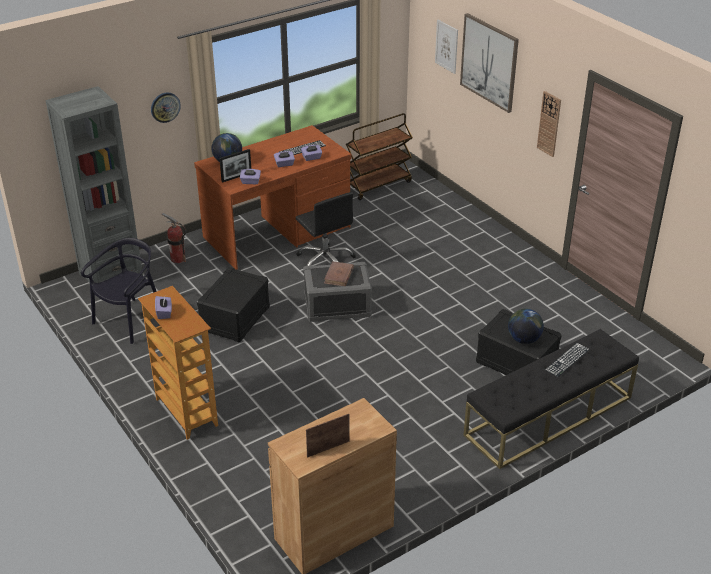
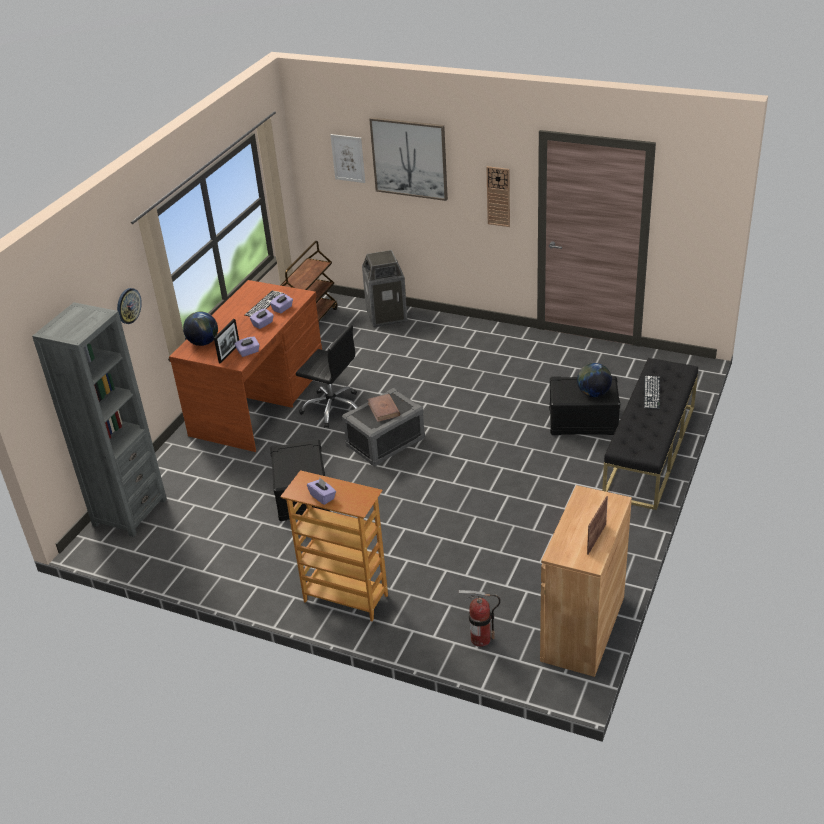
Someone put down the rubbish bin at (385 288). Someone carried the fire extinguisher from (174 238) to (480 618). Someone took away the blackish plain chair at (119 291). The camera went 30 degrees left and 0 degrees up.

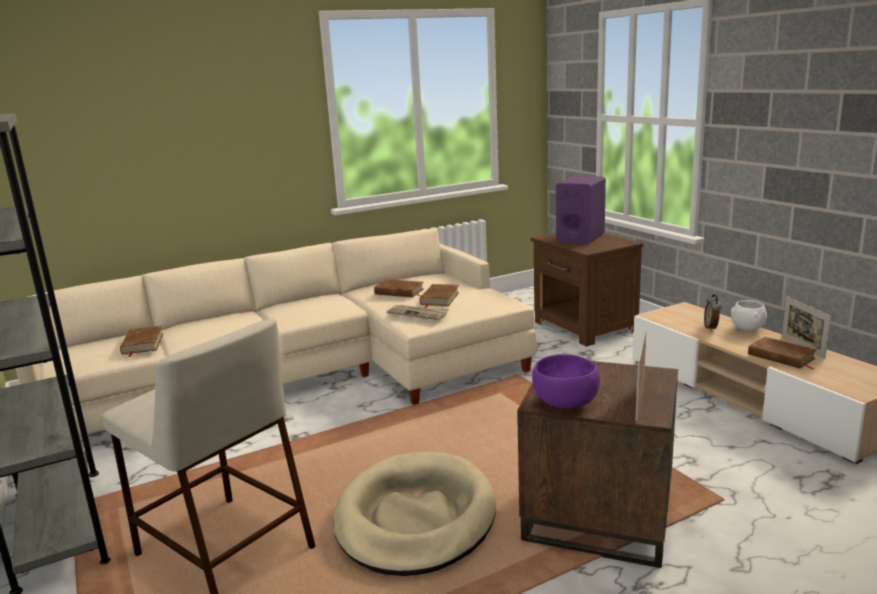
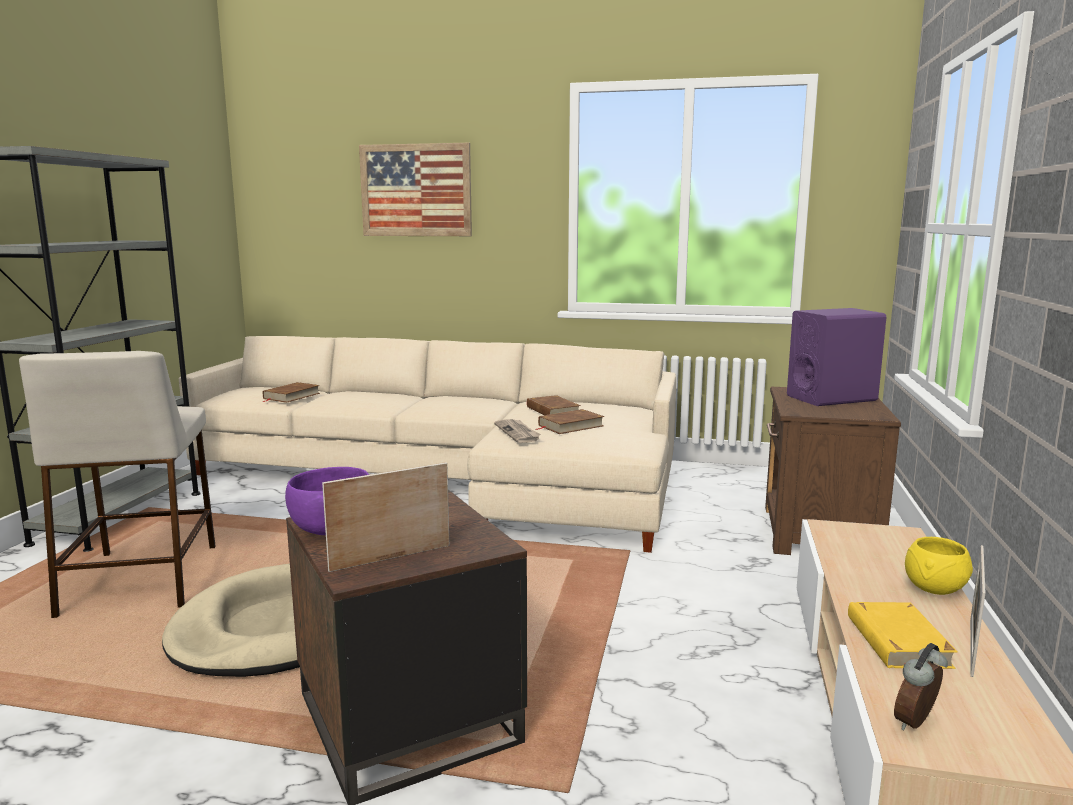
Someone put up the wall picture at (415 189). Someone repainted the brown-coloured volume at (782 353), which became the yellow-coloured volume at (903 635). Someone carried the bedside clock from (713 312) to (921 686). Someone repainted the whitish deep dish at (749 315), which became the yellow-coloured deep dish at (939 566). The camera went 40 degrees right and 5 degrees down.

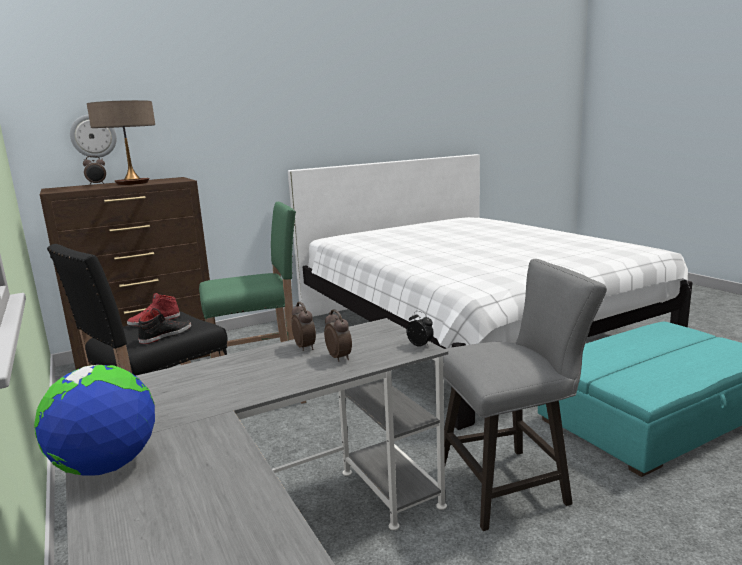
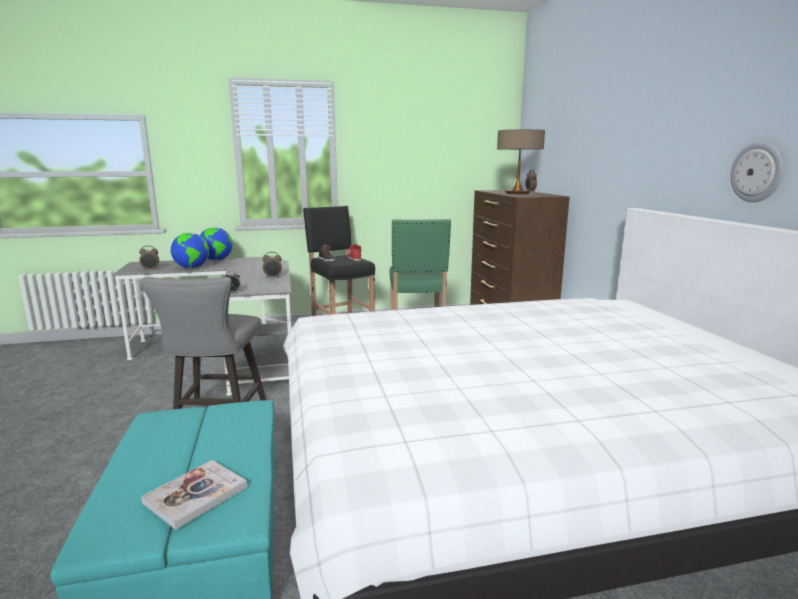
Someone carried the bedside clock from (338 336) to (149 258). Someone put down the volume at (194 495). Someone put down the globe at (190 251). Someone carried the wall clock from (93 136) to (756 172). The camera went 105 degrees right and 0 degrees up.

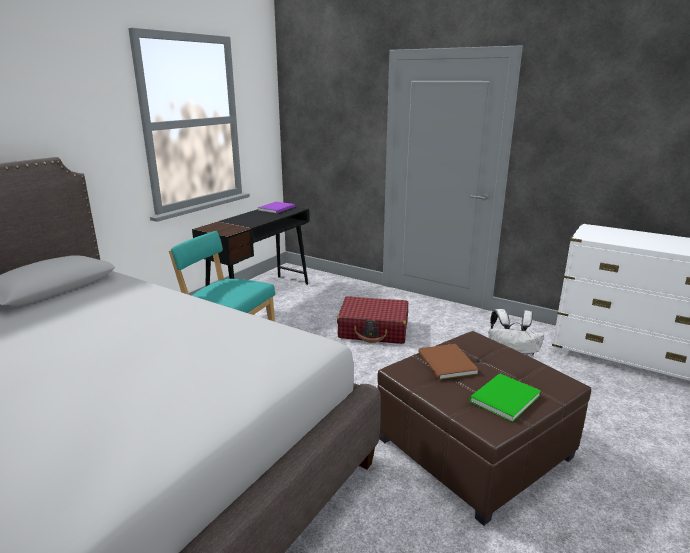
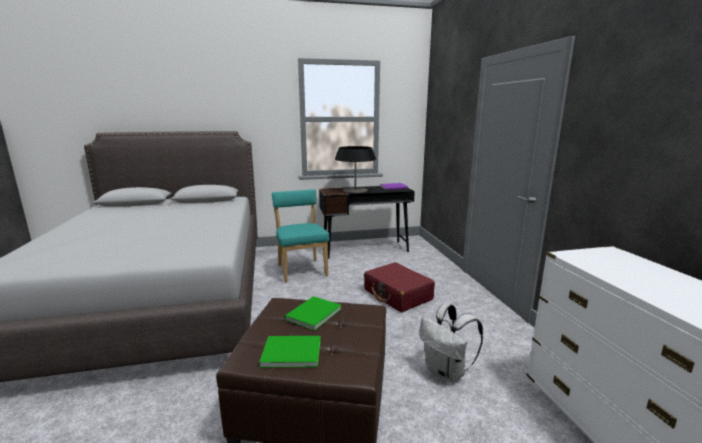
Someone repainted the brown-coloured volume at (448 362), which became the green volume at (312 313). Someone put down the table lamp at (355 169). The camera went 45 degrees right and 5 degrees down.

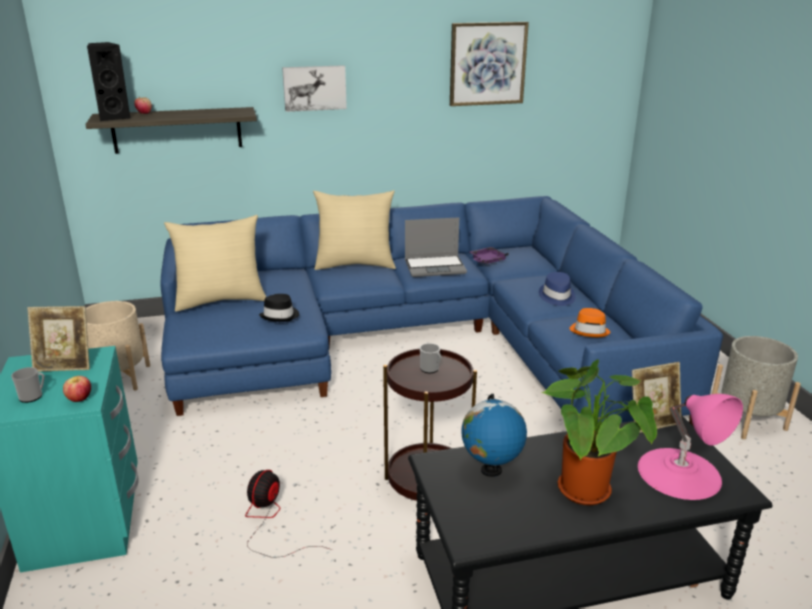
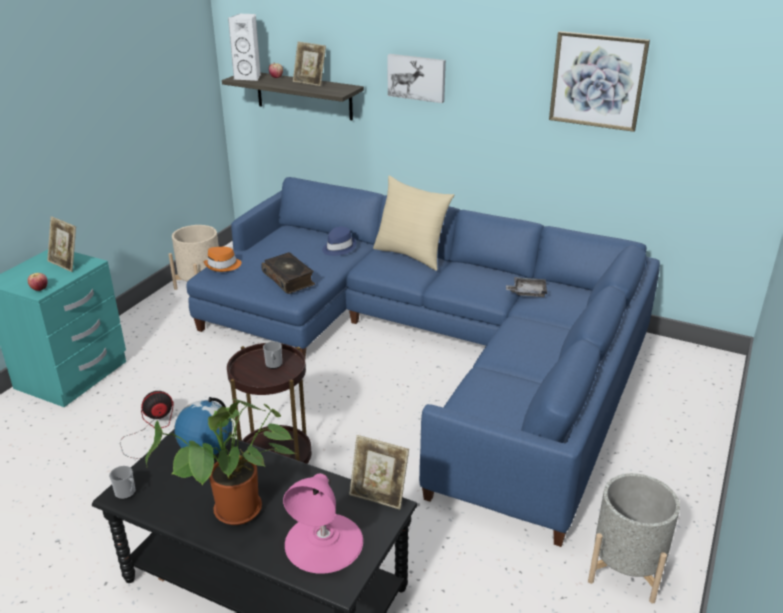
Someone carried the coffee mug from (28 385) to (122 483). Someone carried the orange clothing hat from (590 322) to (222 259). Someone repainted the blackish audio speaker at (109 81), which became the whitish audio speaker at (244 47). Someone swapped the blackish clothing hat at (279 308) for the volume at (288 273). Someone put down the picture frame at (309 63). Someone carried the blue-coloured clothing hat from (557 289) to (339 241). Someone repainted the purple-coloured carrying tray at (489 255), which became the grey carrying tray at (526 287). Someone took away the sand-coloured throw pillow at (215 263). Someone took away the portable computer at (436 247). The camera went 40 degrees right and 5 degrees up.

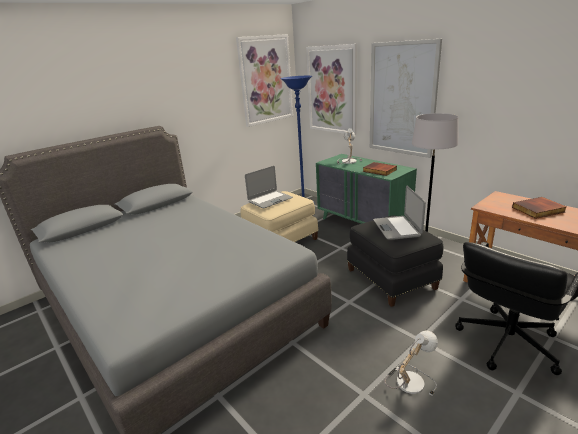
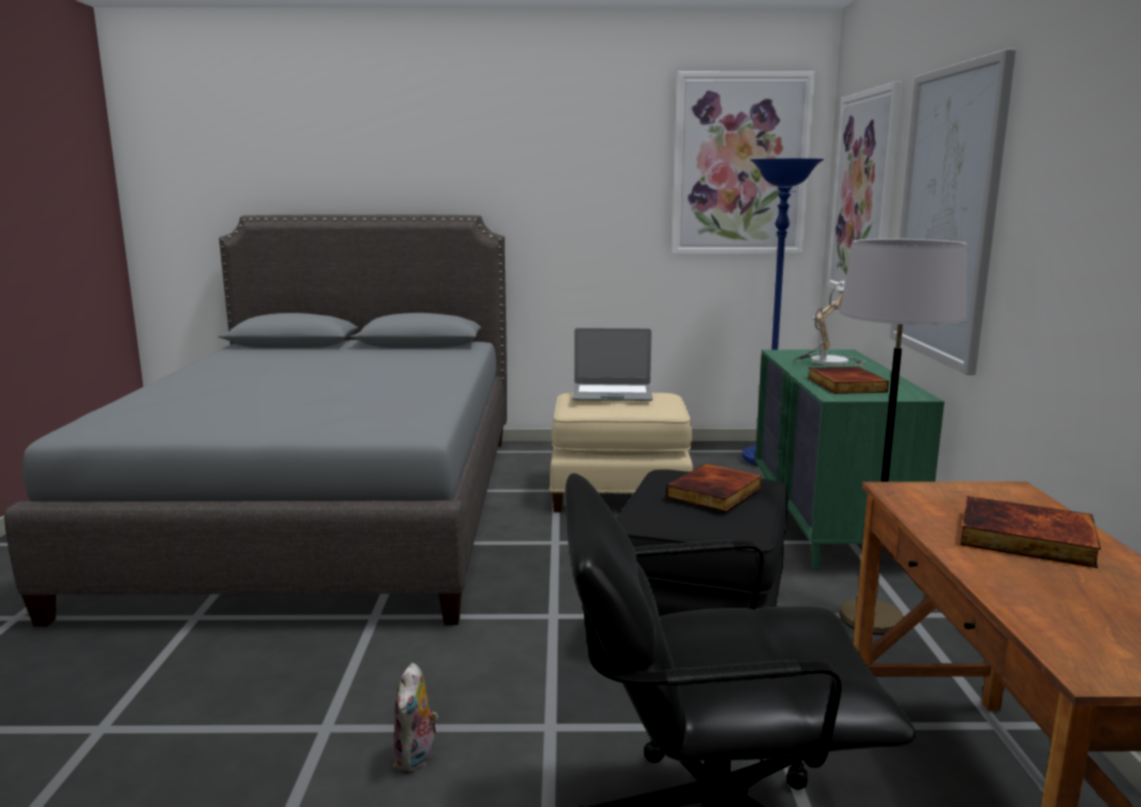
Someone swapped the table lamp at (411 363) for the plush toy at (415 718). Someone swapped the portable computer at (399 213) for the volume at (714 487). The camera went 40 degrees right and 10 degrees down.

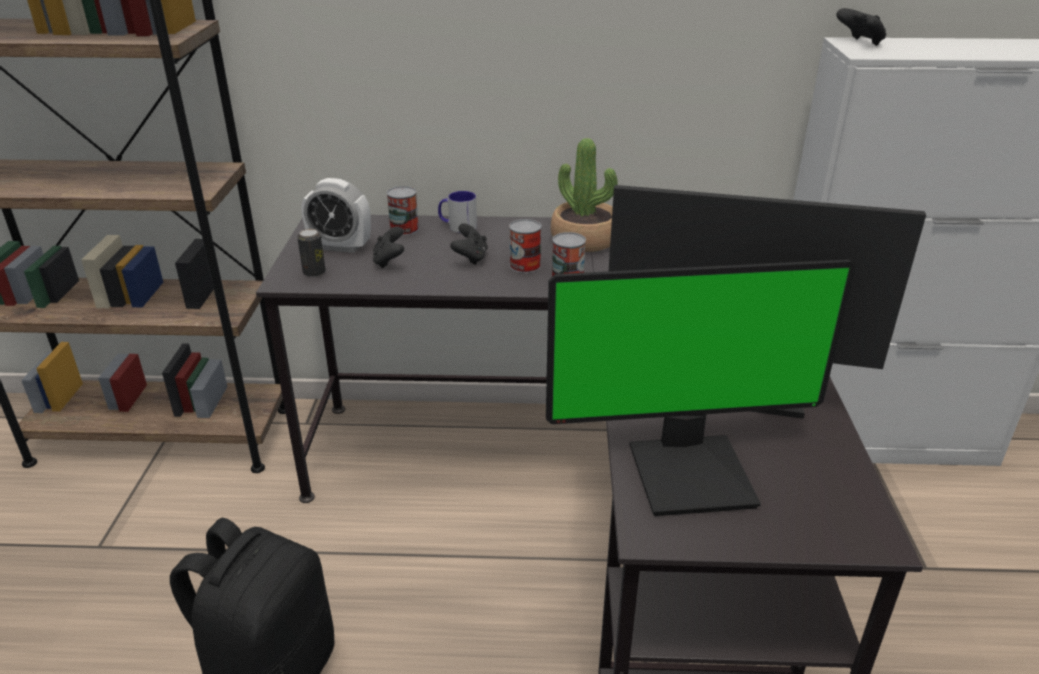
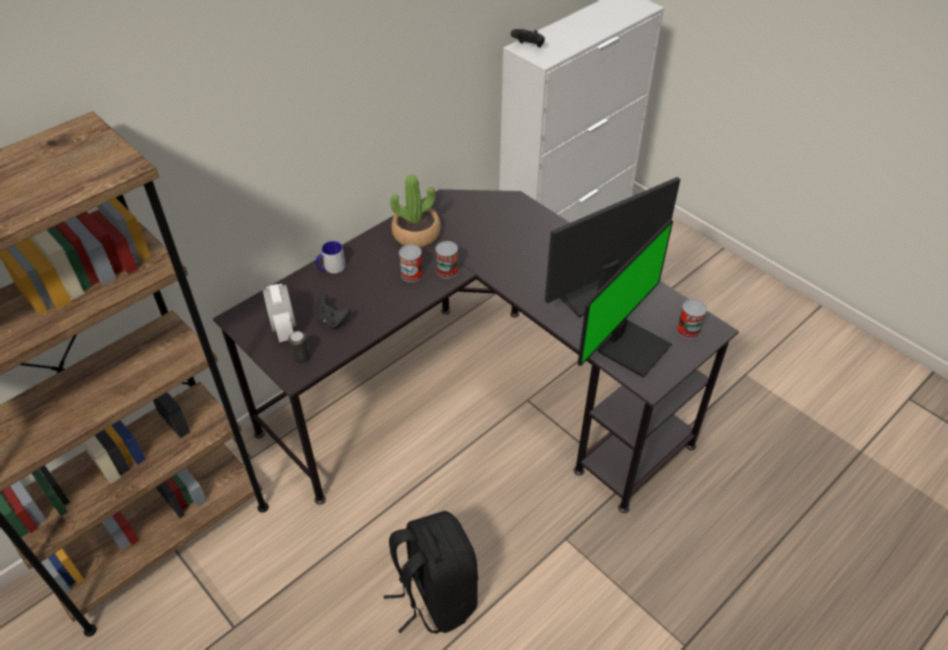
Someone rotated the bedside clock at (336 215) by 105 degrees clockwise. Someone carried the sealed can from (403 211) to (692 319). Someone took away the blackish gamepad at (469 244). The camera went 45 degrees left and 15 degrees up.

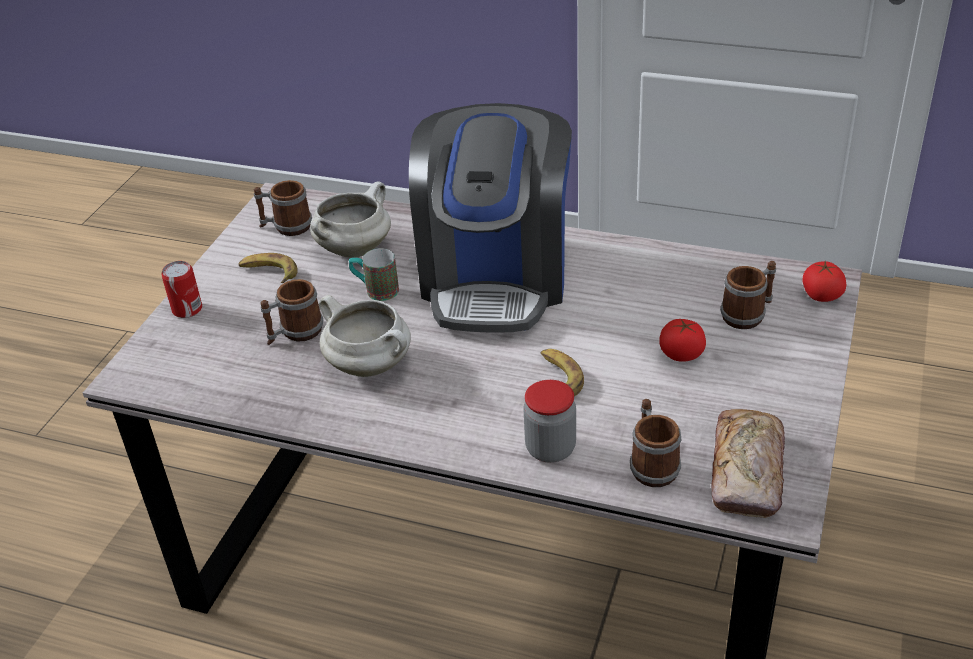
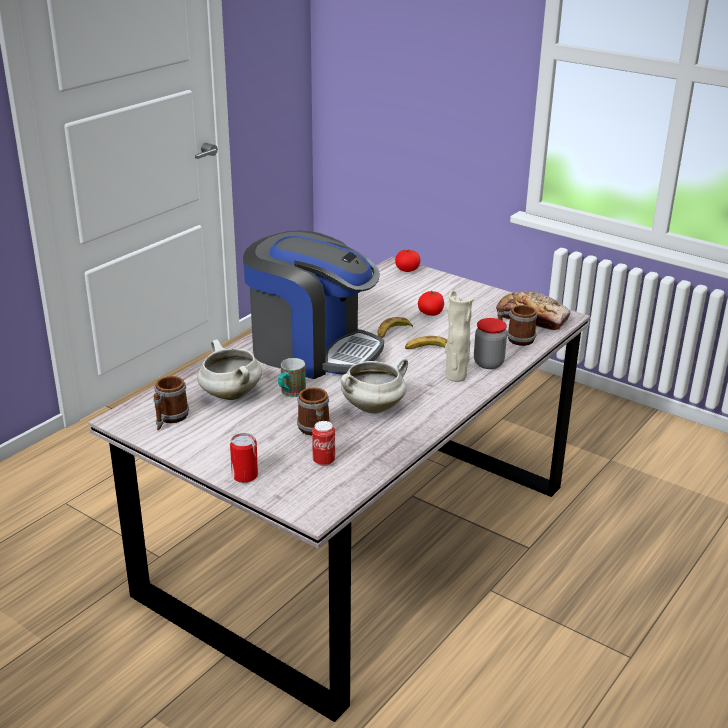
Someone put down the sealed can at (323 443). Someone carried the whole banana from (268 268) to (395 327). Someone put down the sand-coloured vase at (459 336). Someone took away the coffee mug at (748 295). The camera went 75 degrees left and 10 degrees down.

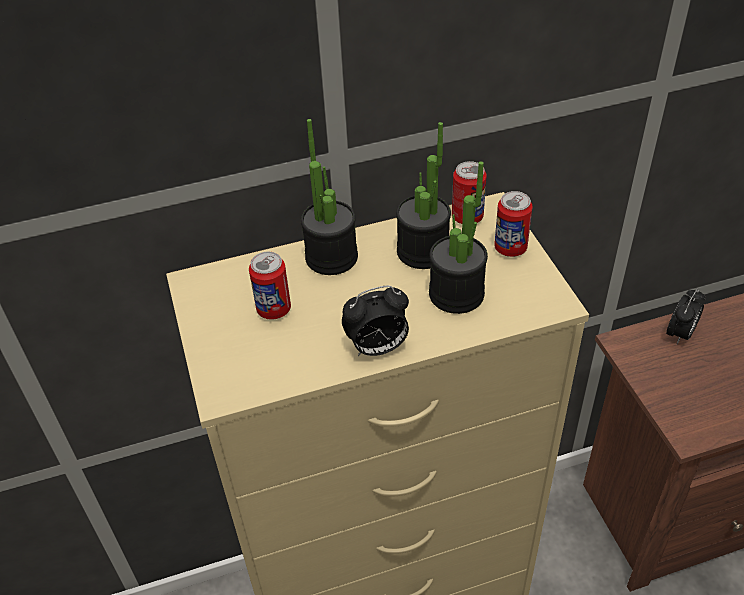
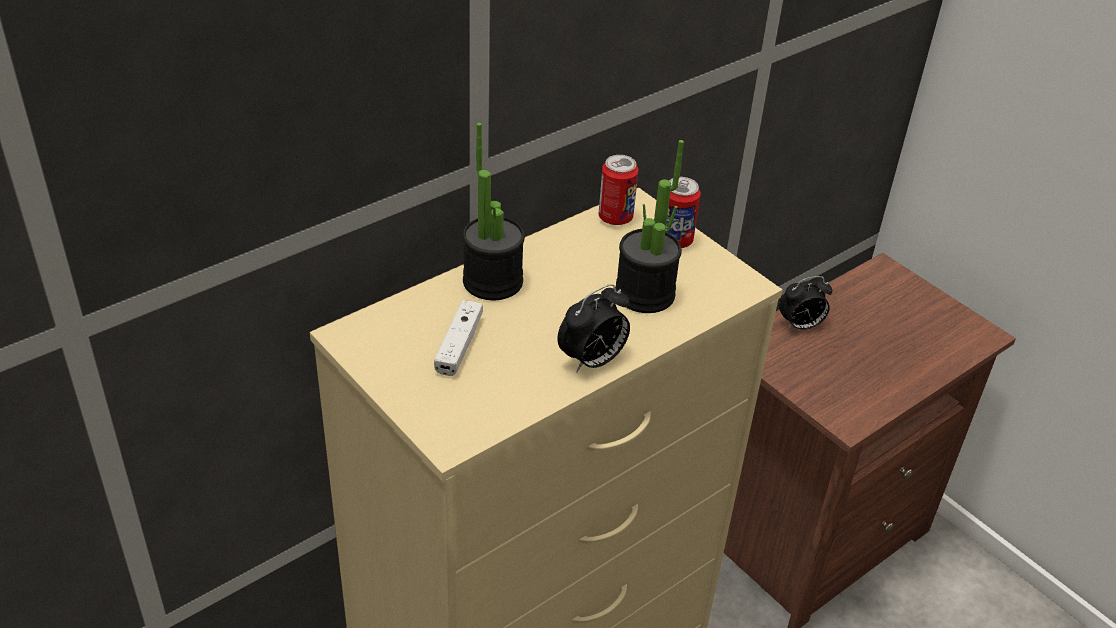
Someone swapped the sealed can at (270 286) for the whitish gamepad at (458 338). Someone rotated the bedside clock at (685 316) by 60 degrees clockwise. Someone took away the potted plant at (423 195). The camera went 25 degrees left and 5 degrees down.

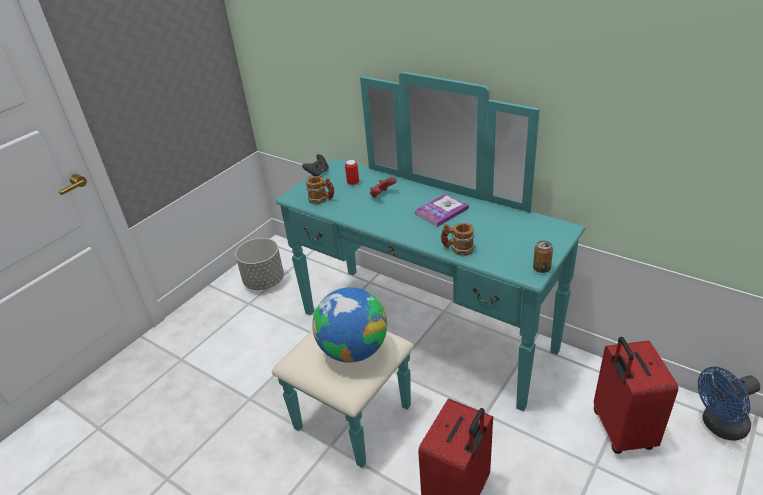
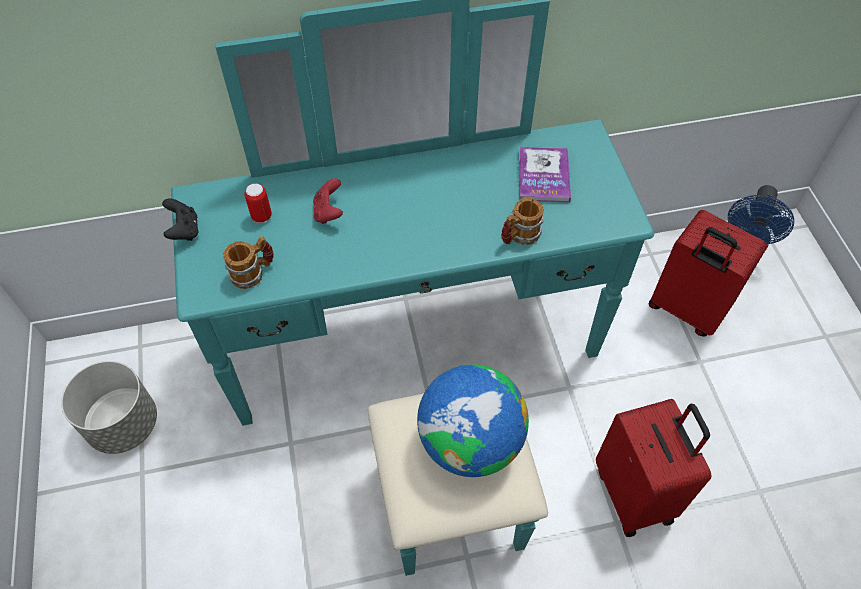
Someone carried the volume from (441 210) to (545 175). Someone took away the sealed can at (543 256). The camera went 50 degrees left and 20 degrees up.

